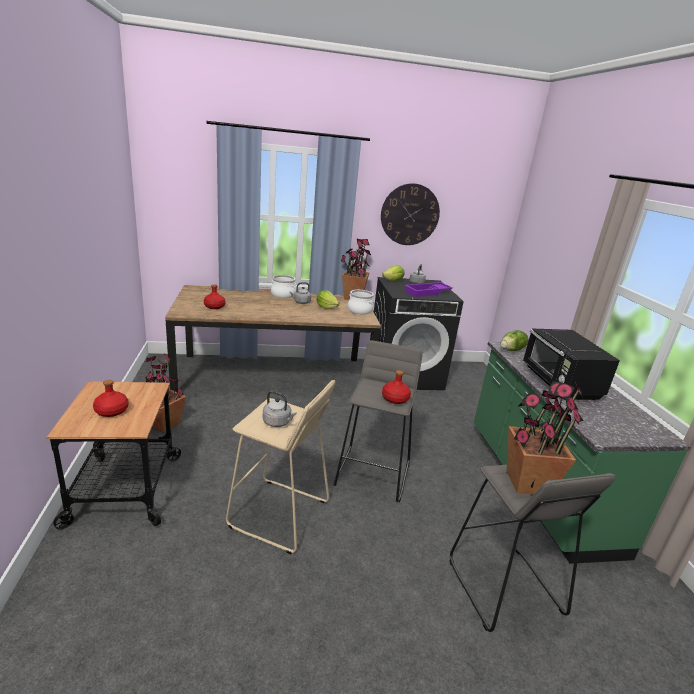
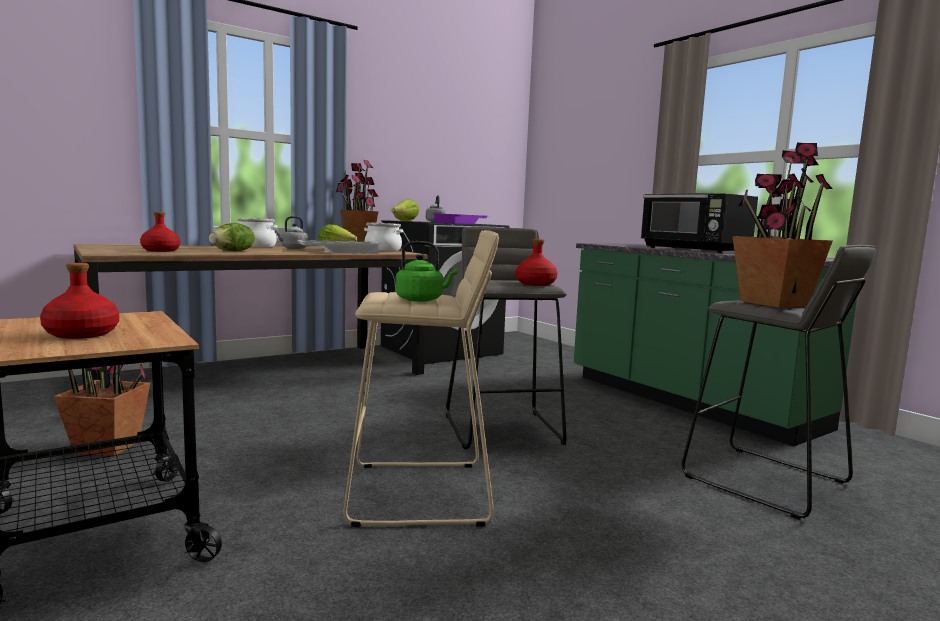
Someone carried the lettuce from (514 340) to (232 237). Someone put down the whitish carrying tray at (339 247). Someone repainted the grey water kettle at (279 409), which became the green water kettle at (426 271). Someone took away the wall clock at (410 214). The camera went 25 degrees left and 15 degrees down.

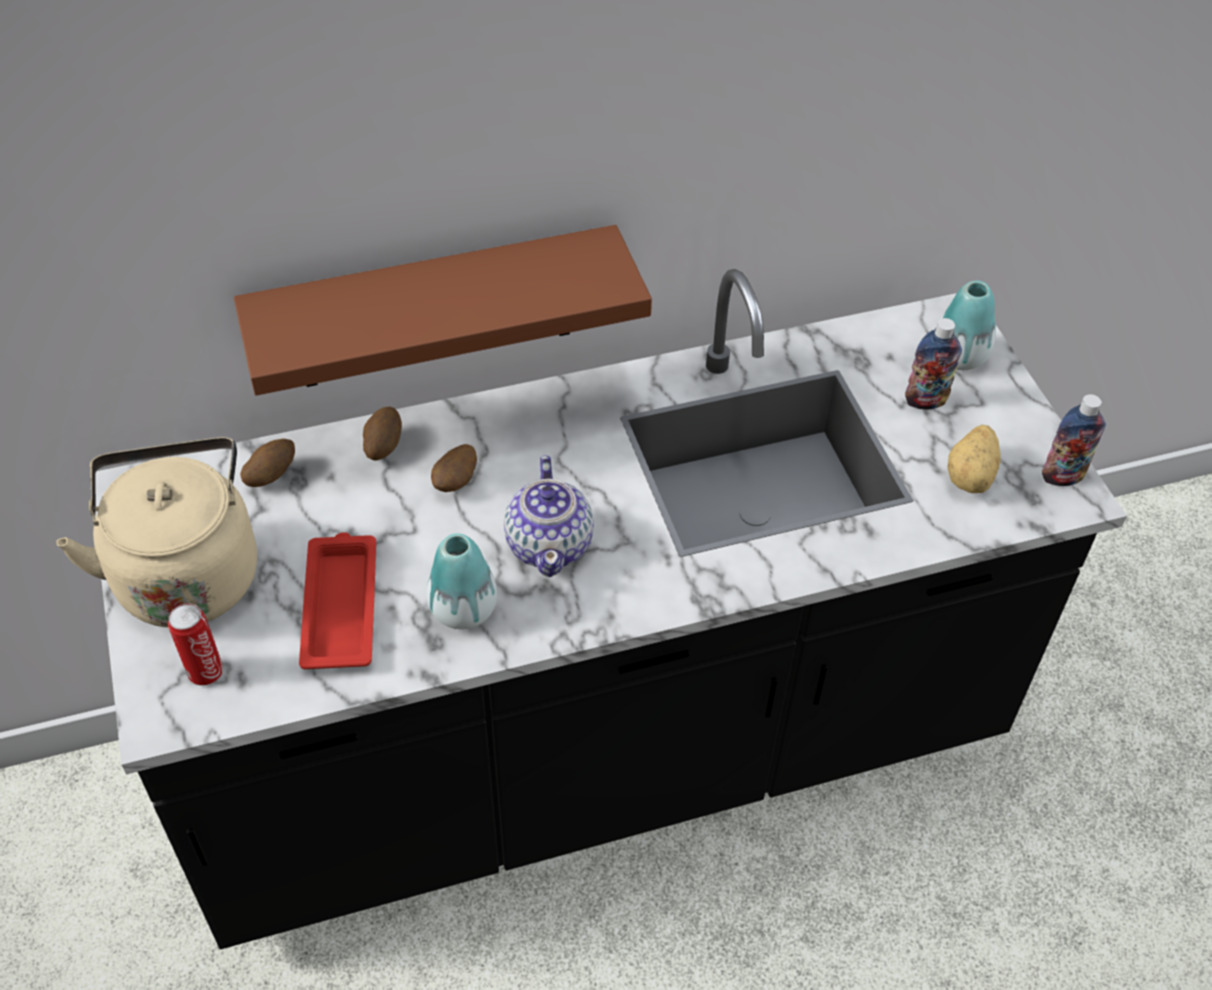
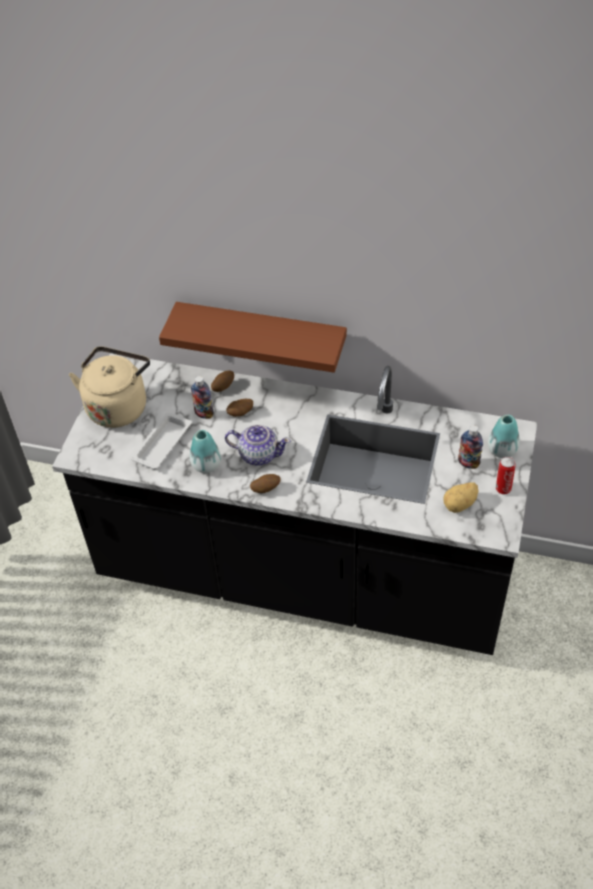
Someone repainted the red-coloured carrying tray at (337 600), which became the whitish carrying tray at (161 440). Someone carried the beverage bottle from (1074 440) to (202 397). Someone rotated the pot for tea at (549 516) by 105 degrees counterclockwise. Someone carried the potato from (267 463) to (265 483). Someone carried the sealed can from (195 644) to (506 475). The camera went 35 degrees right and 0 degrees up.

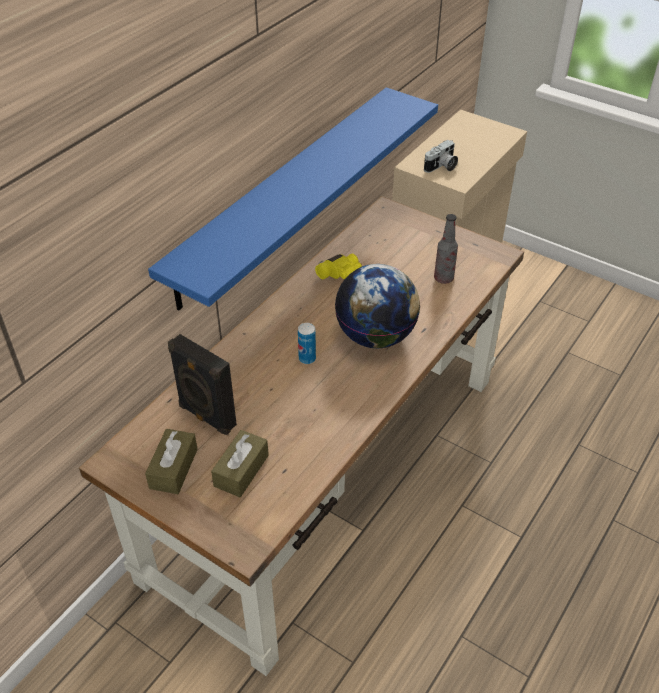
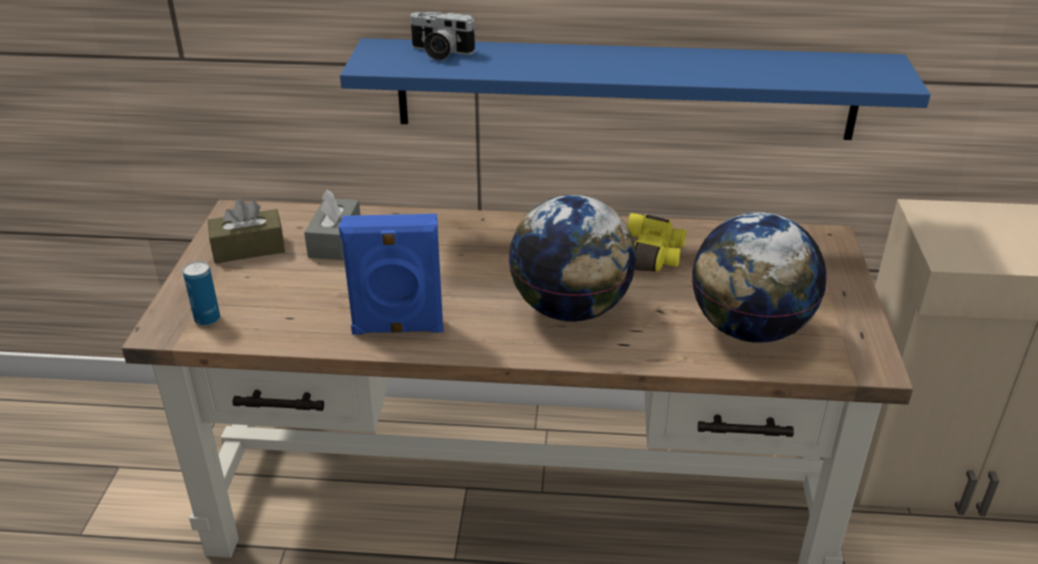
Someone carried the sealed can from (307 343) to (201 293). Someone swapped the blackish audio speaker at (202 384) for the grey tissue box at (332 224). Someone put down the blue-coloured audio speaker at (391 274). Someone carried the still camera from (441 156) to (442 36). Someone swapped the beverage bottle at (446 249) for the globe at (759 277). Someone took away the brown-coloured tissue box at (240 463). The camera went 60 degrees right and 10 degrees down.

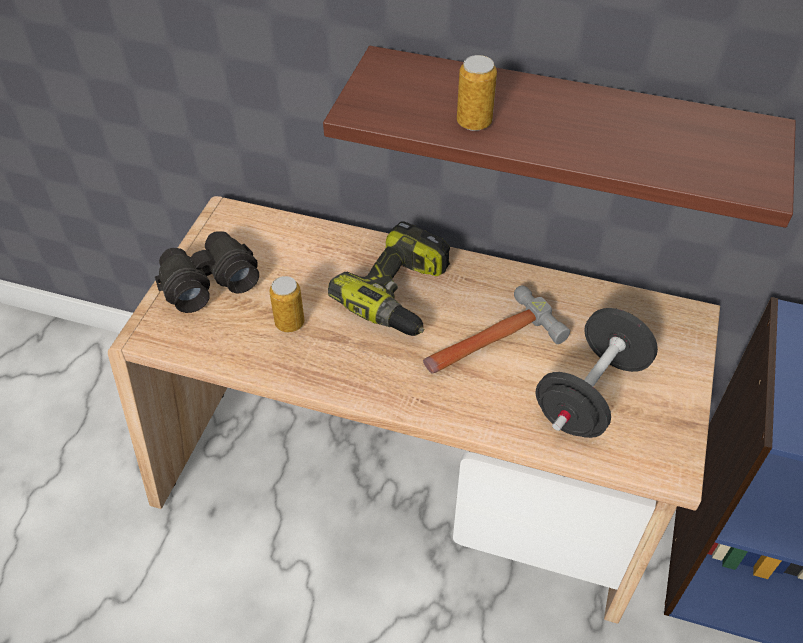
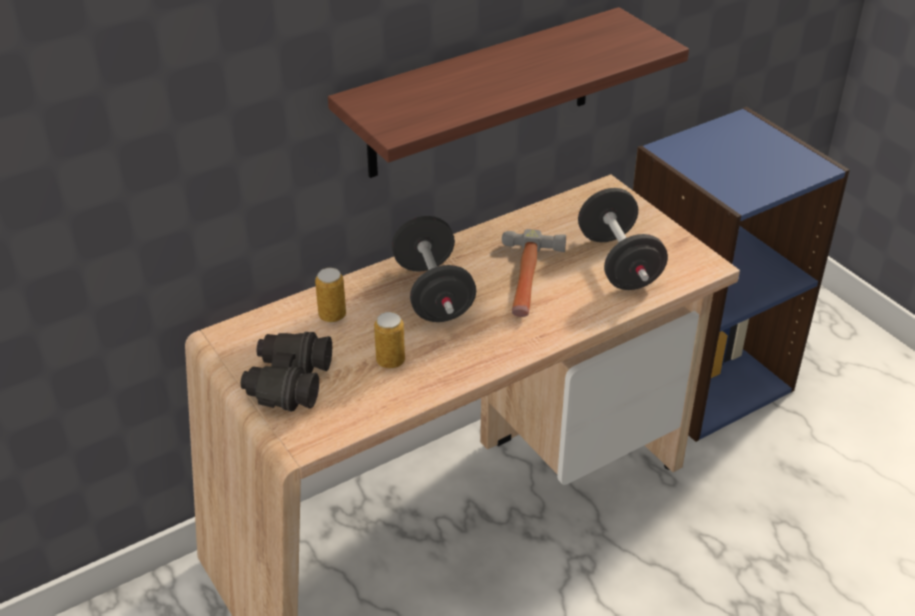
Someone carried the sealed can from (477 93) to (330 295). Someone swapped the drill at (389 278) for the blackish dumbbell at (434 269). The camera went 50 degrees left and 10 degrees down.

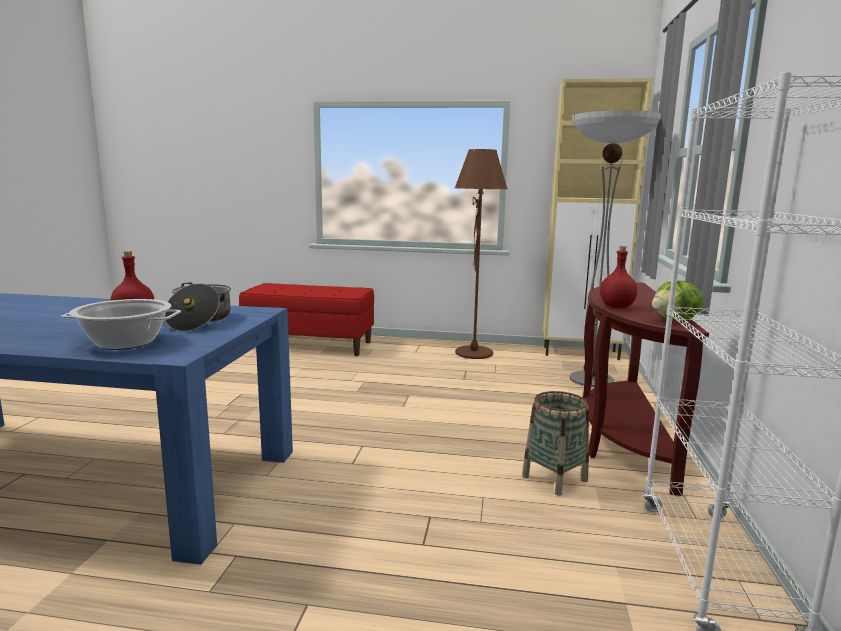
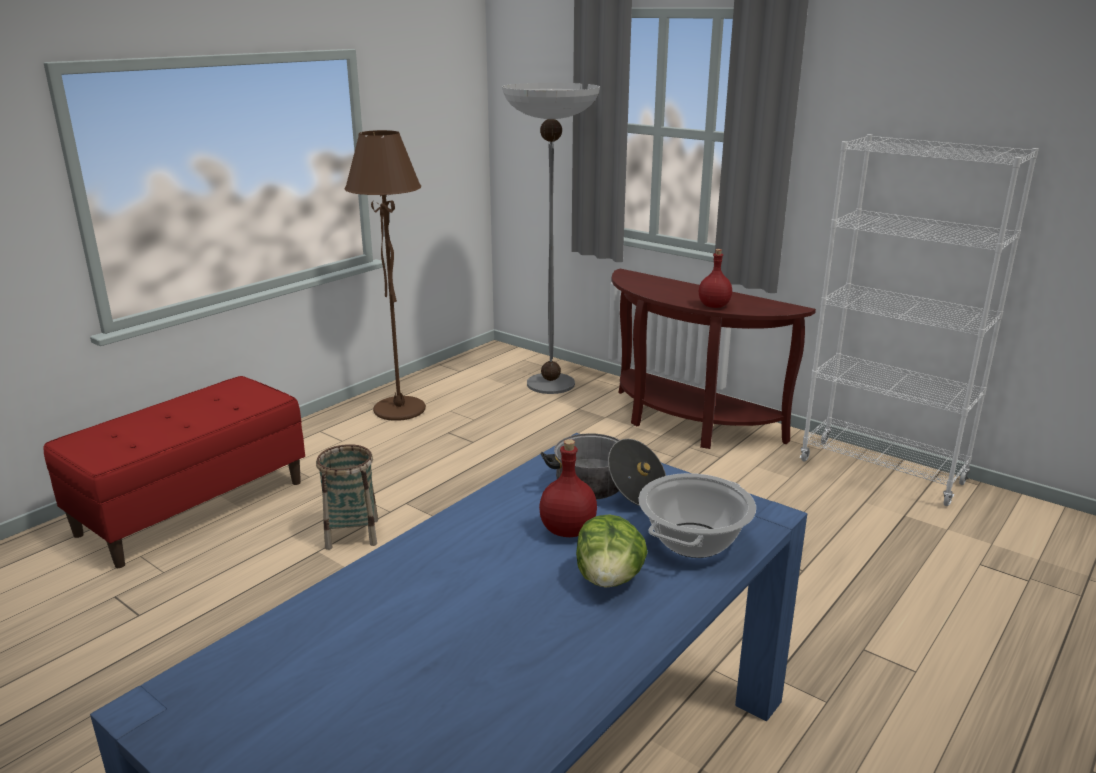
Someone carried the household basket from (555 443) to (347 497). Someone carried the lettuce from (678 301) to (612 551). Someone took away the sand-coloured storage cabinet at (598 219). The camera went 60 degrees left and 10 degrees up.

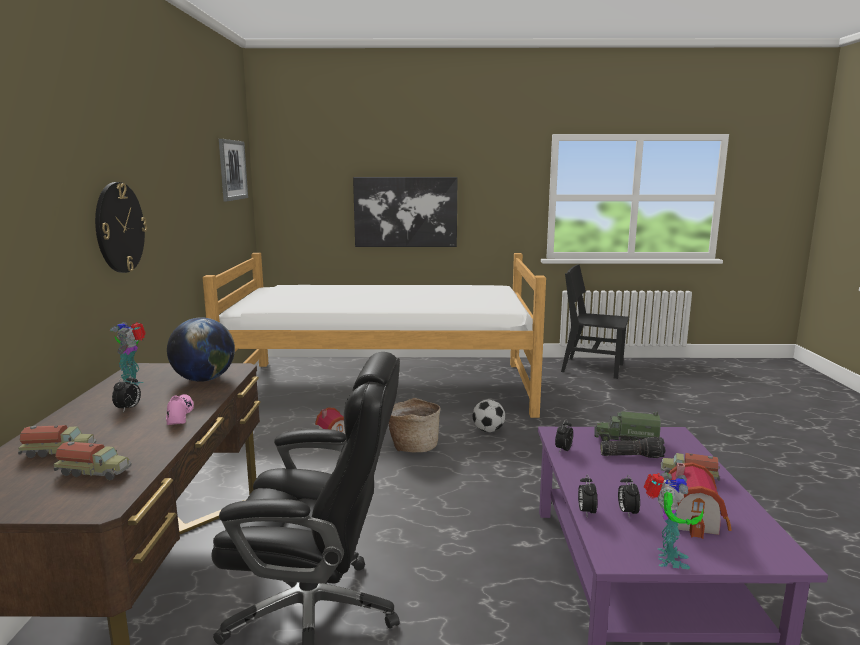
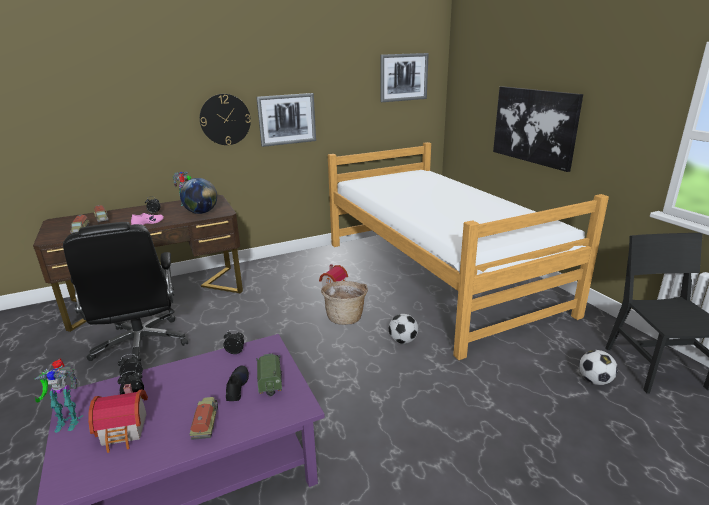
Someone swapped the torch at (632 447) for the blackish low shoe at (237 383). Someone put up the wall picture at (286 120). Someone put down the football at (598 367). The camera went 65 degrees right and 10 degrees up.

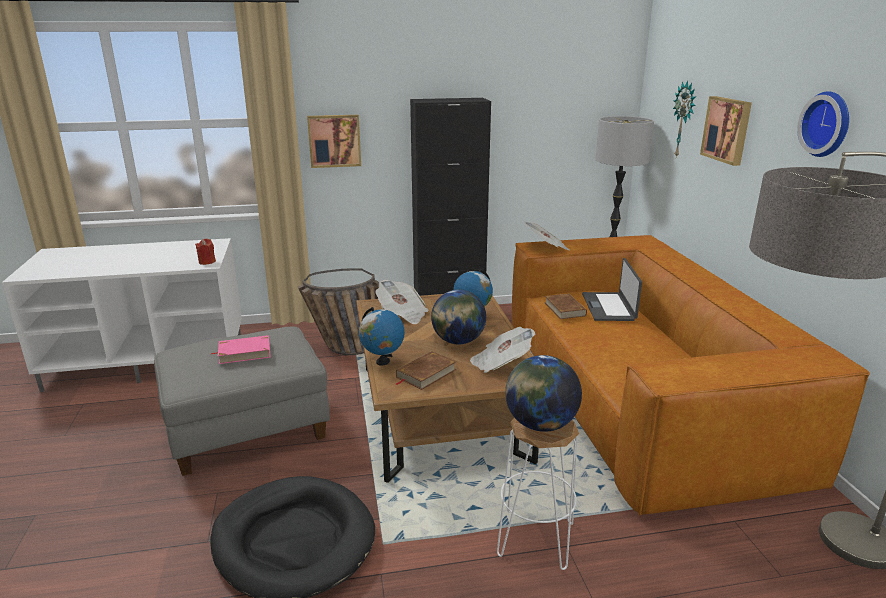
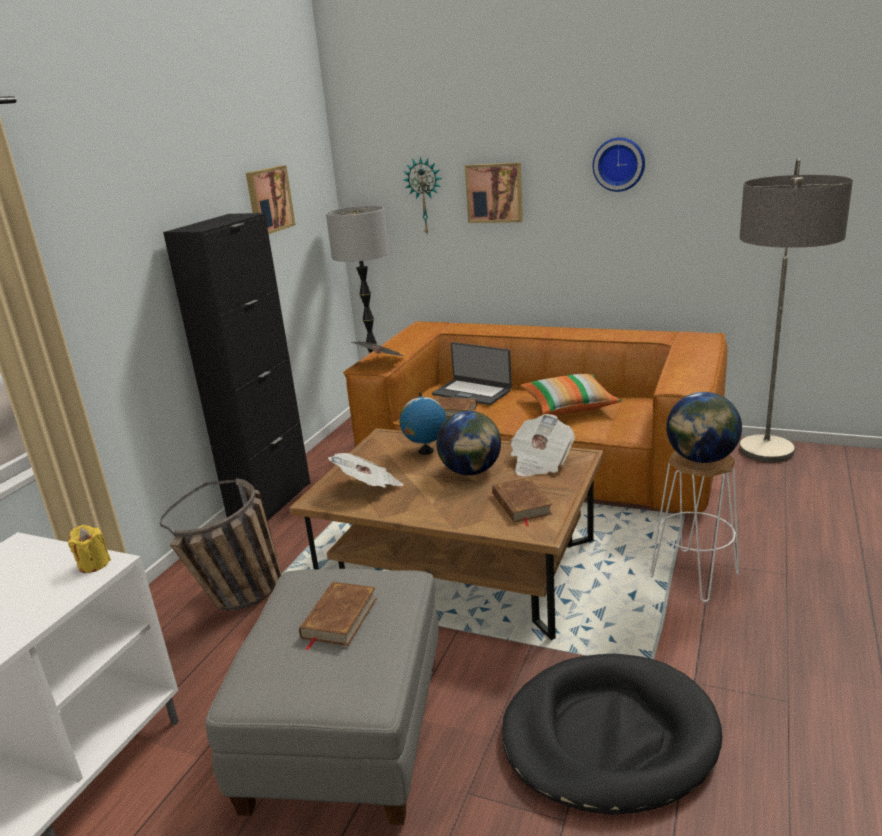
Someone repainted the red-coloured wax light at (205 252), which became the yellow-coloured wax light at (89 549). Someone carried the wall picture from (334 141) to (271 199). Someone repainted the pinkish volume at (241 349), which became the brown-coloured volume at (338 616). Someone put down the throw pillow at (571 394). Someone took away the globe at (382 336). The camera went 55 degrees left and 0 degrees up.

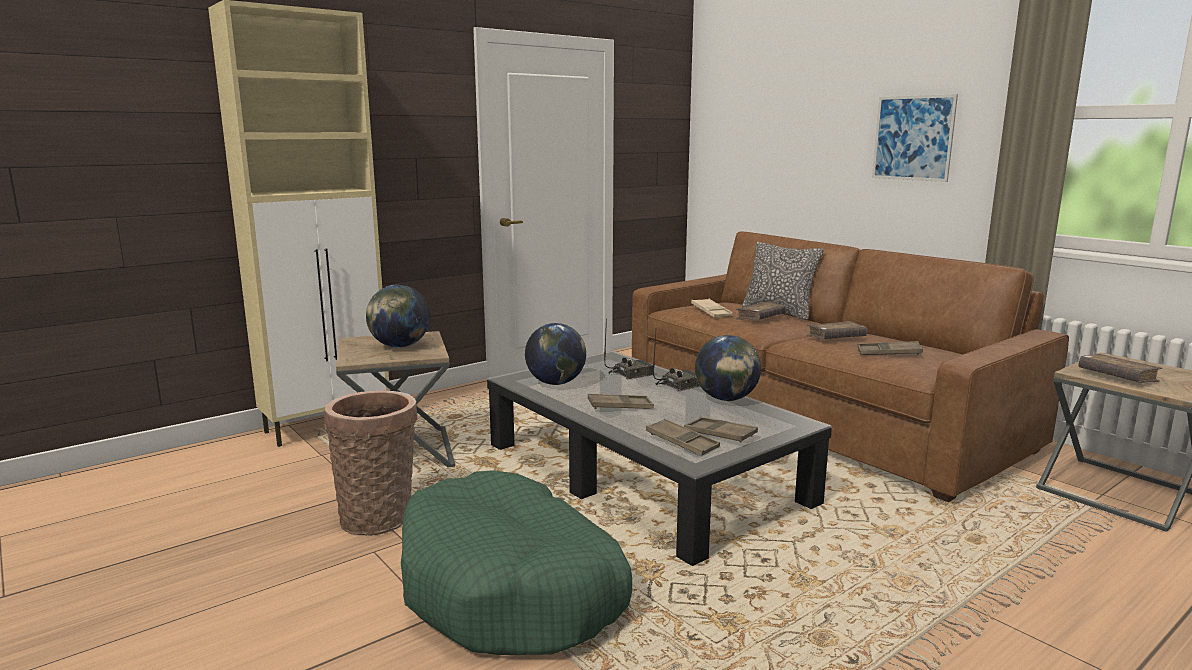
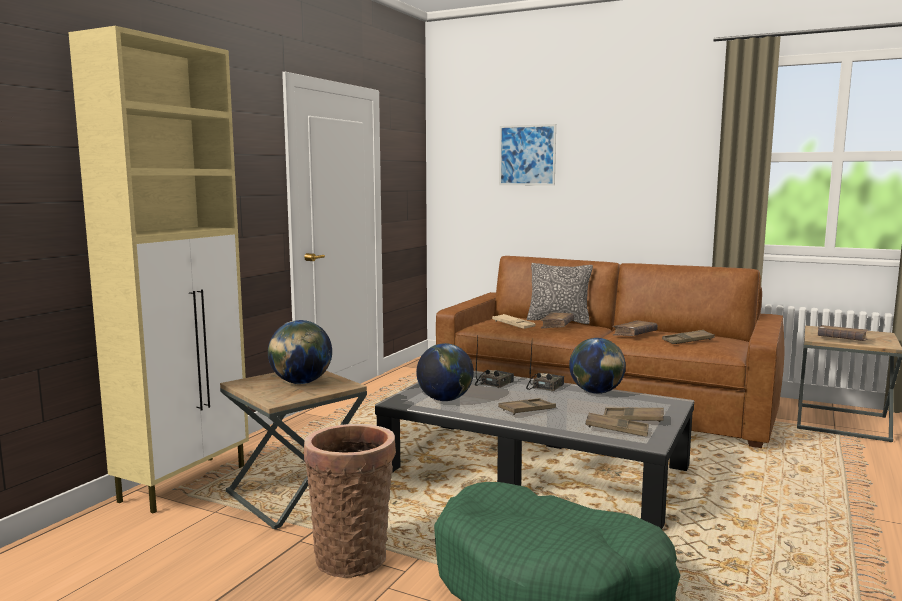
Someone carried the wall picture from (915 138) to (527 155). The camera went 25 degrees left and 5 degrees down.

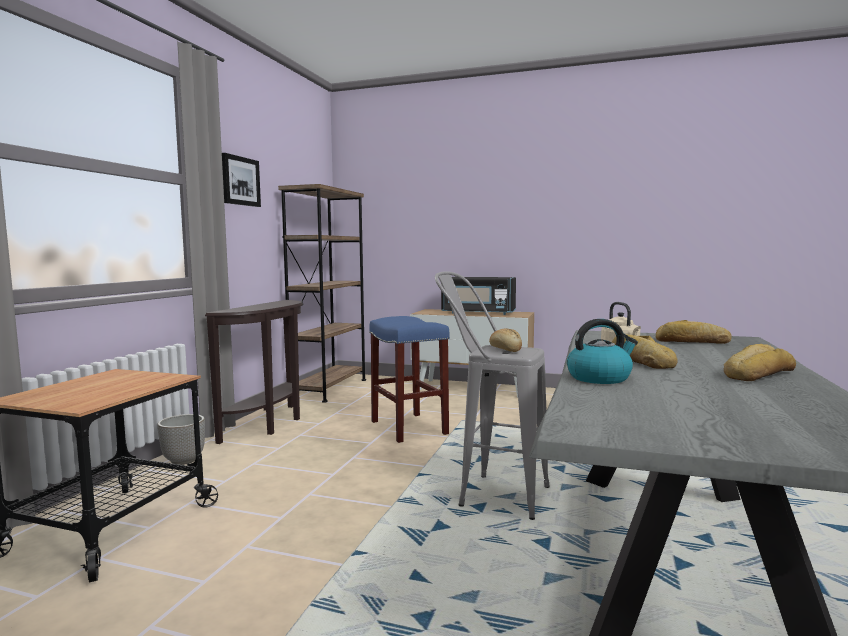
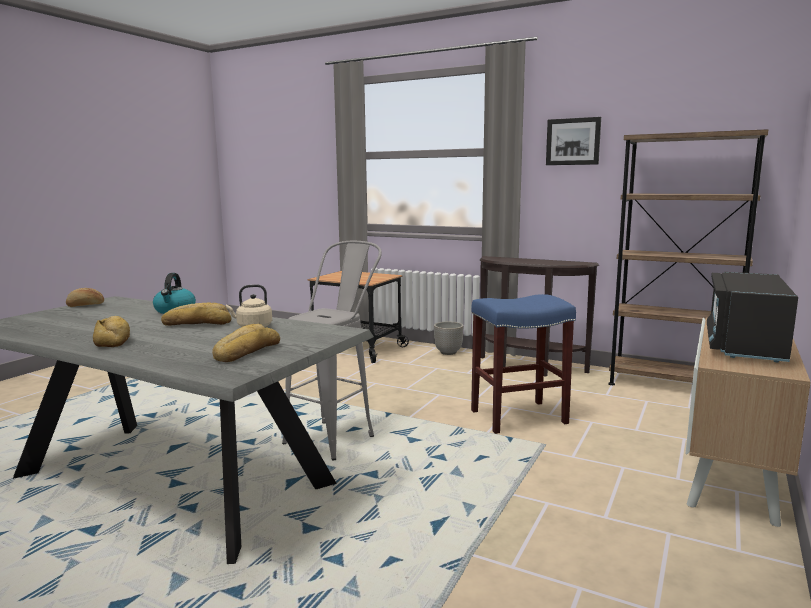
Someone carried the bakery bread from (505 340) to (85 297). The camera went 100 degrees right and 5 degrees up.

